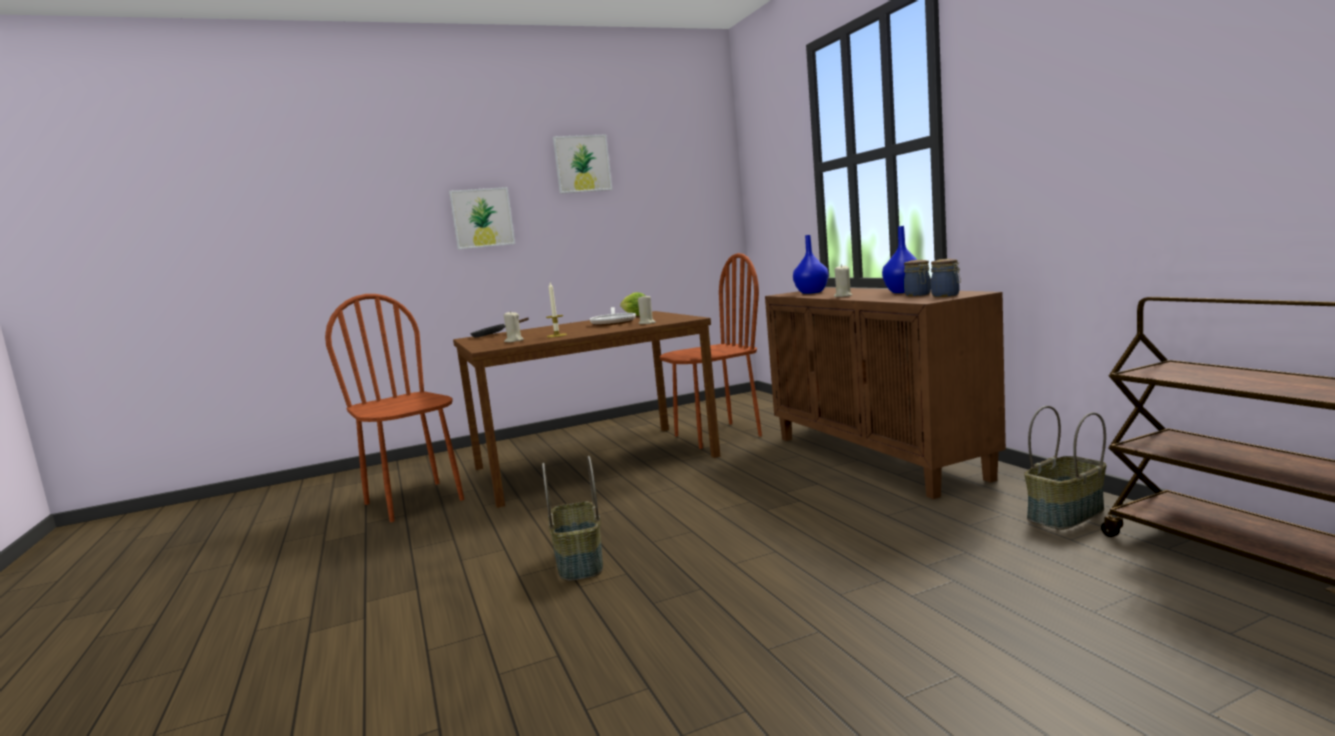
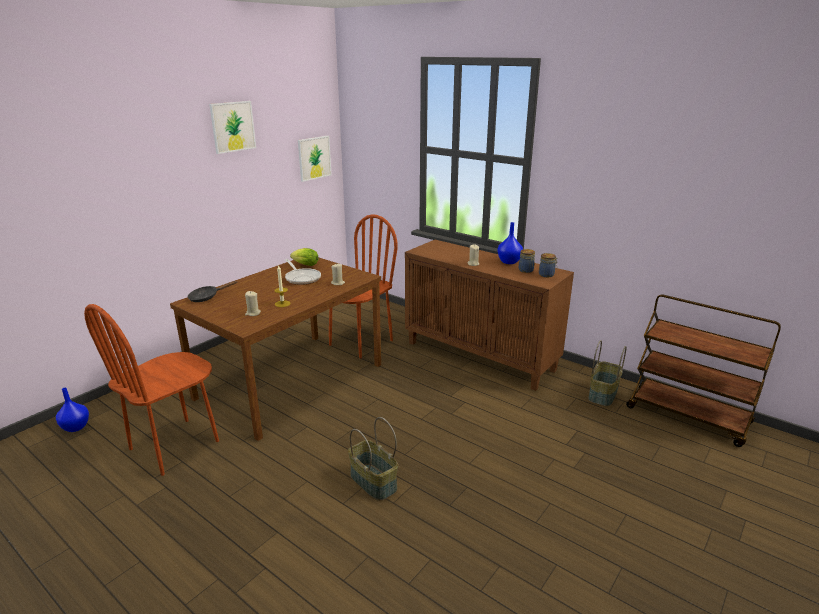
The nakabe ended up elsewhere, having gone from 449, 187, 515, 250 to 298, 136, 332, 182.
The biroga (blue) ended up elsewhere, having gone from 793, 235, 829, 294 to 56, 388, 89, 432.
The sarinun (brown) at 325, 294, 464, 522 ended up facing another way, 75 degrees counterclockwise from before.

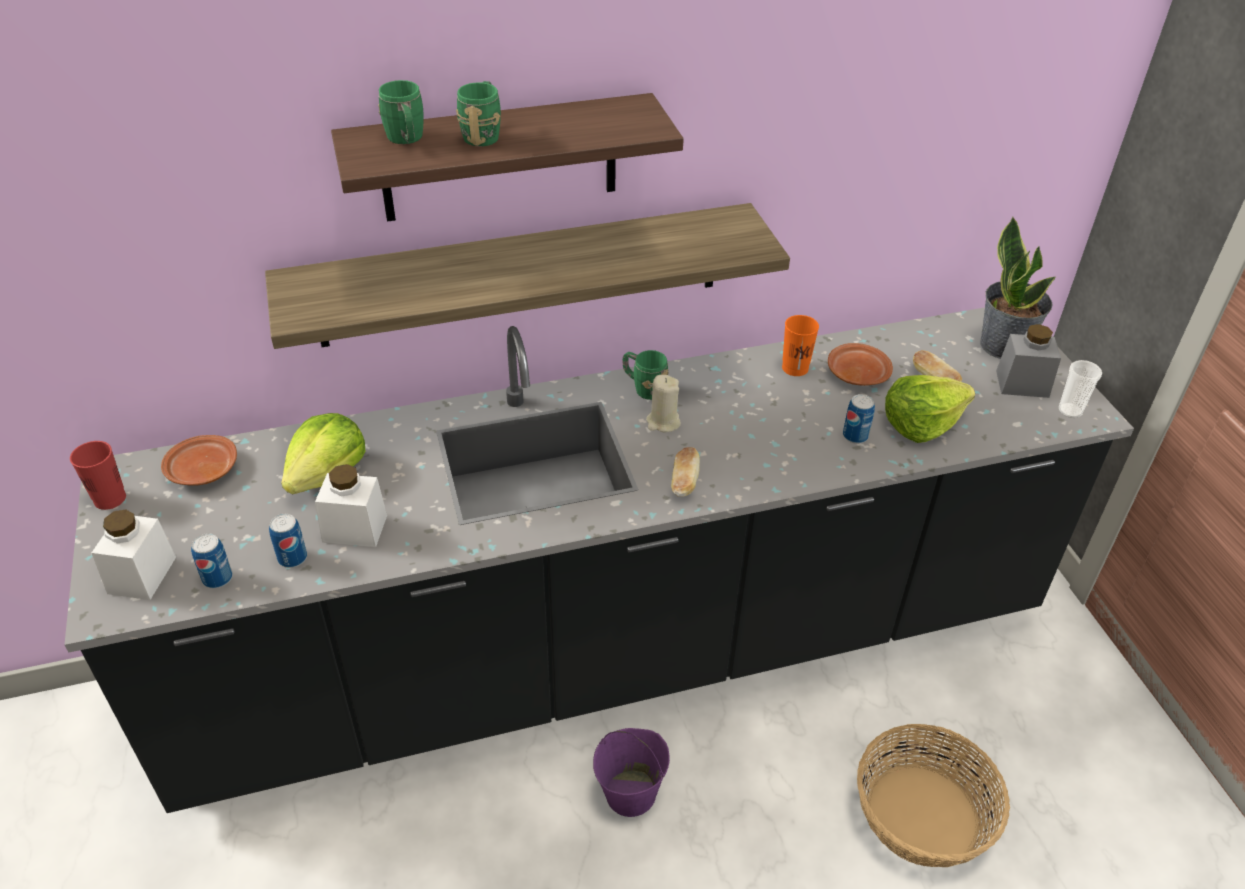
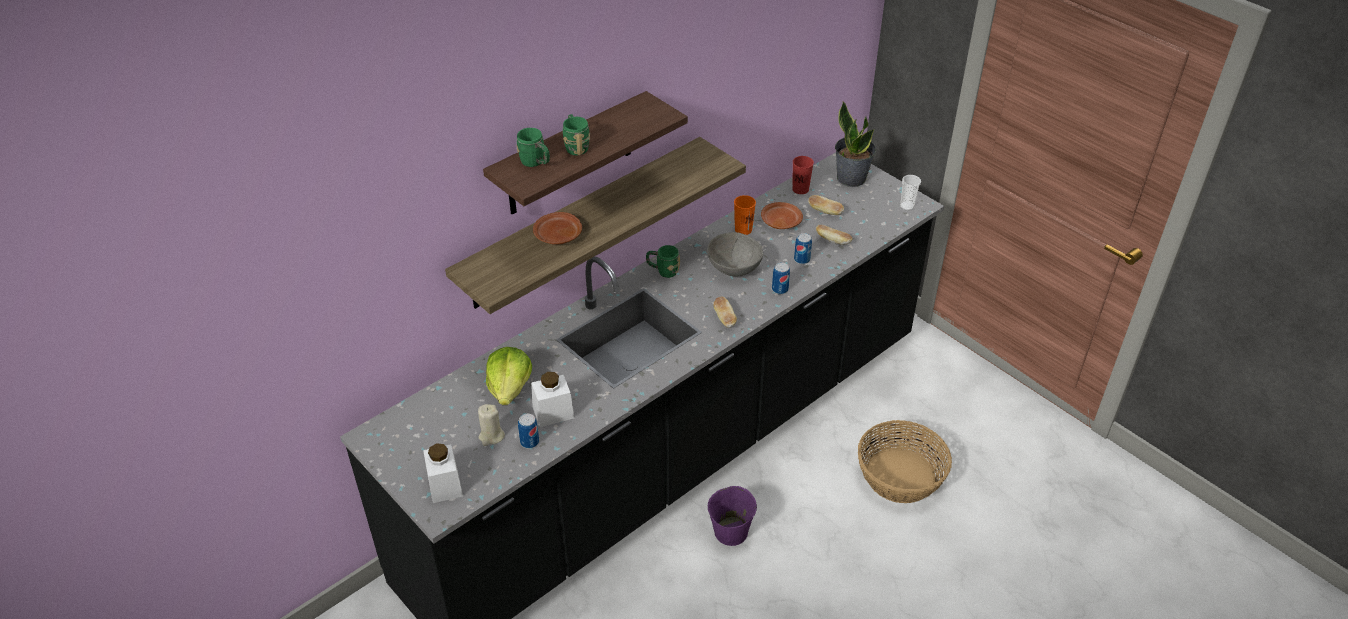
The second view lost the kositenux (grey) at 996, 324, 1061, 398.
The second view gained the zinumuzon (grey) at 707, 232, 763, 276.
The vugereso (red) ended up elsewhere, having gone from 70, 441, 126, 510 to 792, 156, 814, 194.
The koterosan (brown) ended up elsewhere, having gone from 161, 435, 237, 486 to 533, 212, 582, 245.
The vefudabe ended up elsewhere, having gone from 191, 533, 233, 588 to 772, 263, 790, 294.
The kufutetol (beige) ended up elsewhere, having gone from 646, 375, 681, 433 to 478, 404, 505, 446.
Where the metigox stood at 885, 375, 975, 443, the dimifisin came to stand at 816, 225, 852, 245.

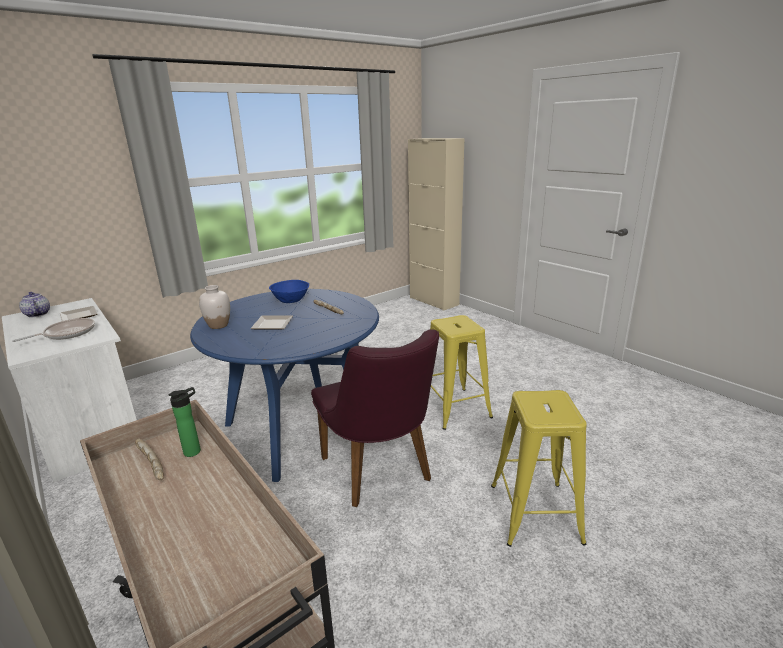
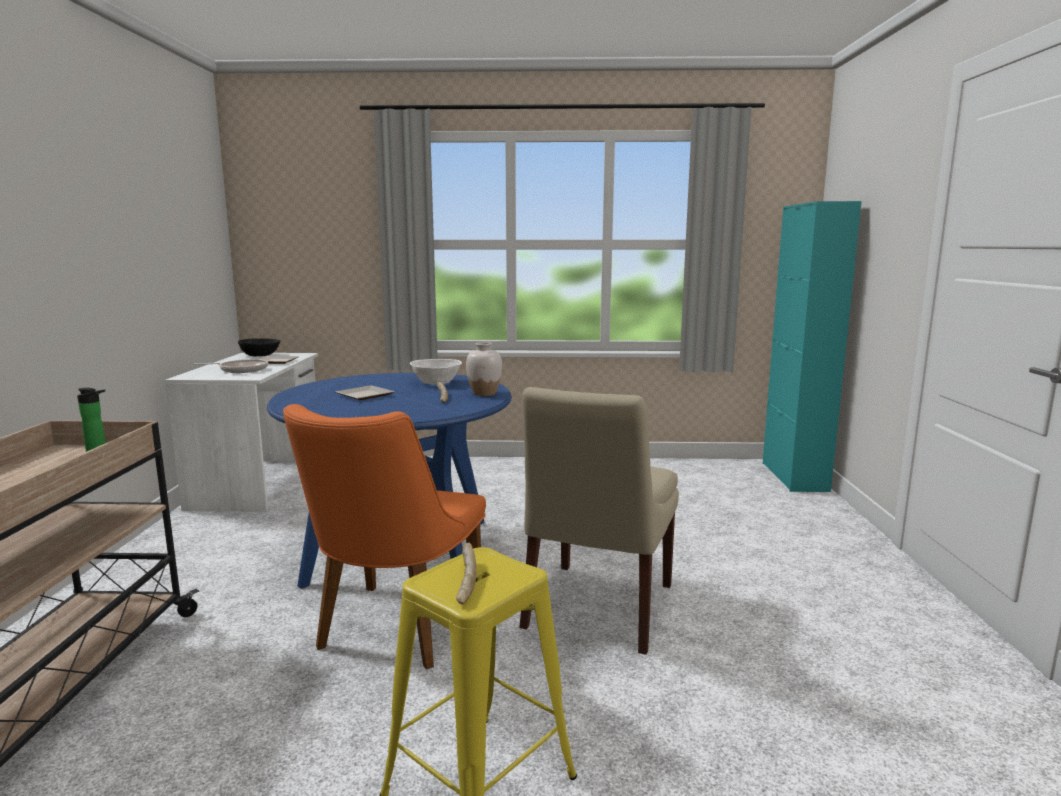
The dimifisin ended up elsewhere, having gone from 135, 439, 164, 480 to 456, 543, 476, 604.
The biroga (white) ended up elsewhere, having gone from 199, 285, 230, 329 to 466, 342, 502, 396.
Where the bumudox stood at 19, 292, 50, 317, the zinumuzon (black) came to stand at 238, 338, 280, 356.
Where the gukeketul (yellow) stood at 430, 315, 493, 430, the sarinun (beige) came to stand at 519, 387, 679, 655.
What was the zinumuzon (blue) at 269, 280, 309, 303 turned into the zinumuzon (white) at 410, 359, 462, 385.
What was the sarinun (purple) at 311, 329, 439, 507 turned into the sarinun (orange) at 283, 404, 486, 669.
What was the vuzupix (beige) at 408, 138, 464, 311 turned into the vuzupix (turquoise) at 763, 201, 862, 492.

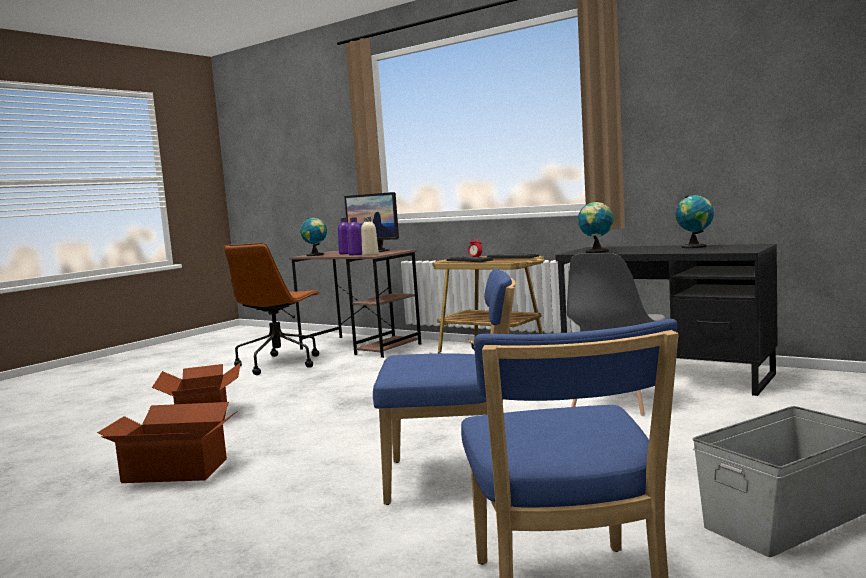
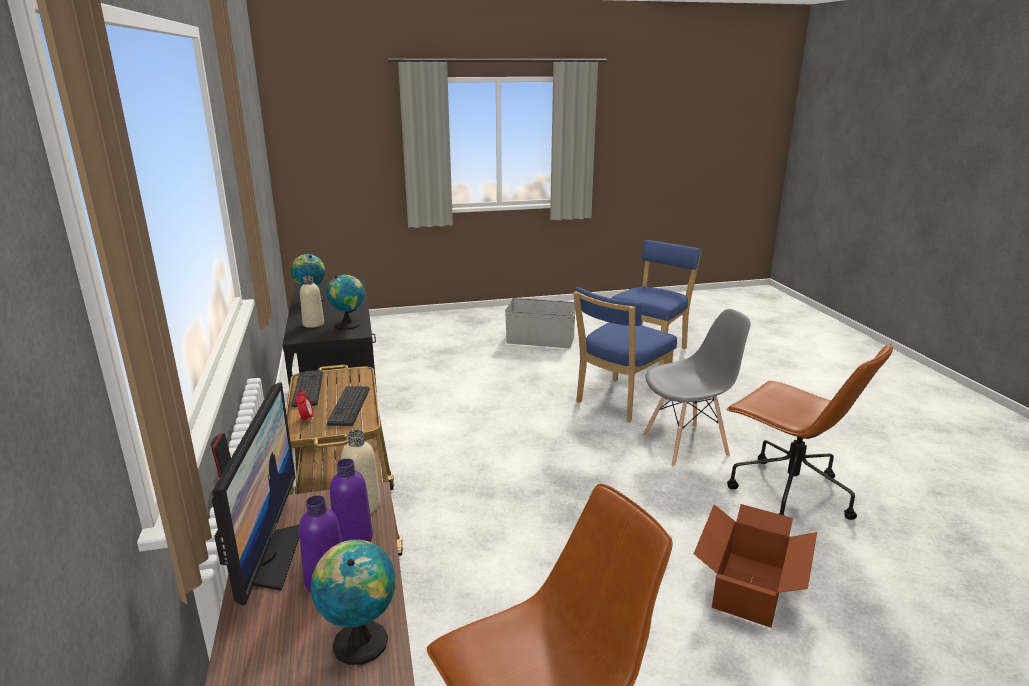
The second view gained the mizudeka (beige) at 300, 276, 324, 328.
The sarinun (grey) ended up elsewhere, having gone from 567, 253, 666, 416 to 643, 309, 751, 467.
Where the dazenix stood at 97, 402, 238, 483, the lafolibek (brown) came to stand at 726, 344, 893, 520.
The sarinun (blue) at 373, 269, 516, 505 ended up facing another way, 90 degrees counterclockwise from before.

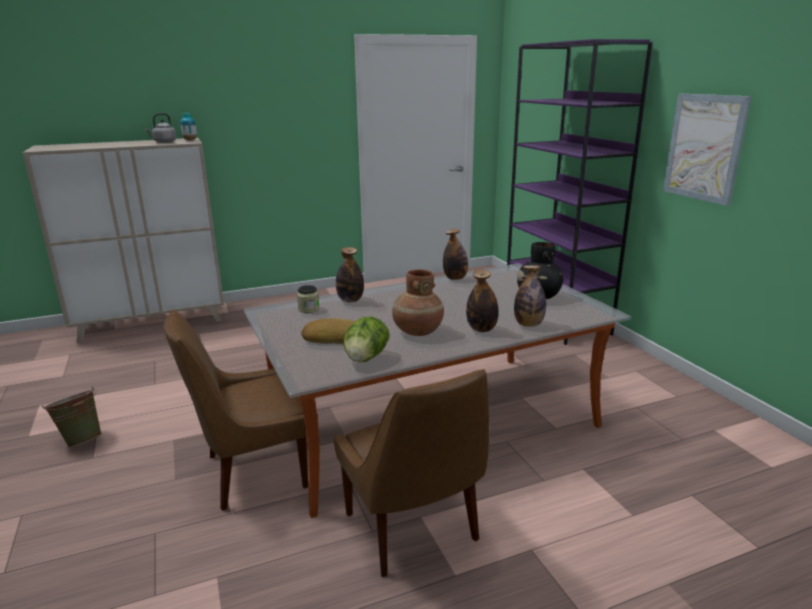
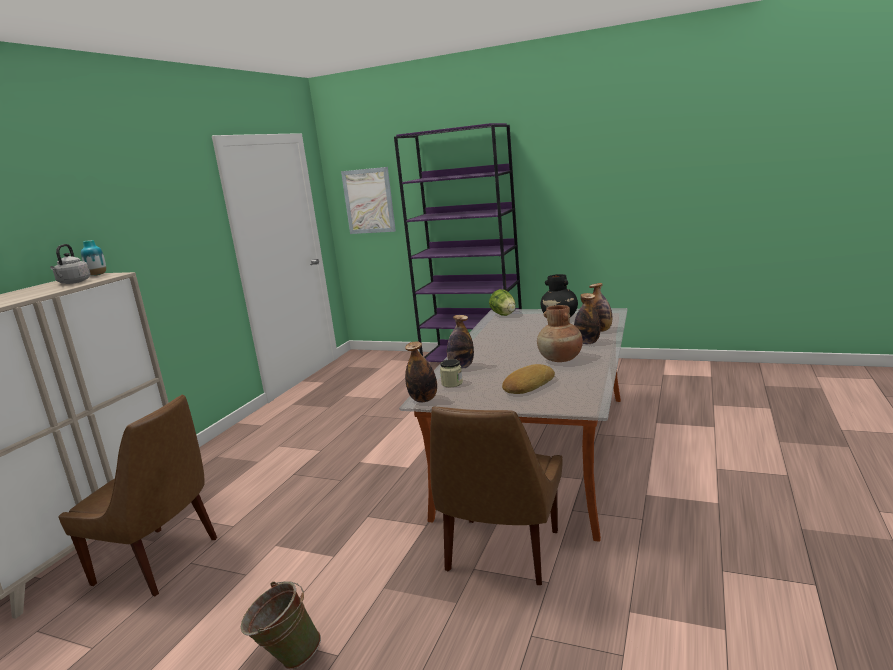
The sarinun (brown) ended up elsewhere, having gone from 333, 369, 489, 577 to 58, 395, 217, 597.
The metigox ended up elsewhere, having gone from 344, 316, 390, 362 to 489, 289, 516, 316.
The mizudeka ended up elsewhere, having gone from 443, 229, 468, 280 to 405, 341, 437, 403.
The nakabe ended up elsewhere, having gone from 663, 94, 751, 206 to 341, 167, 396, 234.

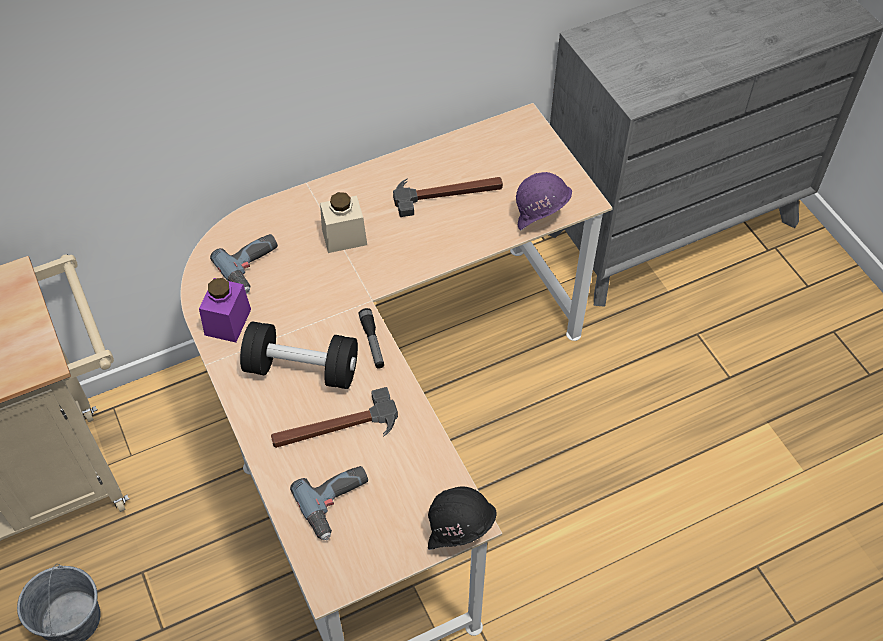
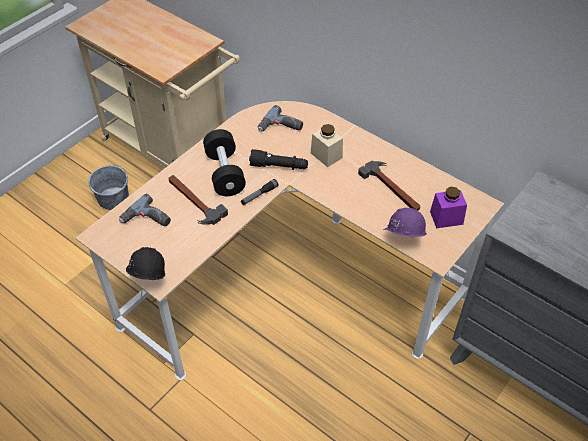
The second view gained the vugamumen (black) at 249, 149, 308, 170.
The kositenux (purple) ended up elsewhere, having gone from 199, 278, 251, 343 to 430, 187, 467, 228.

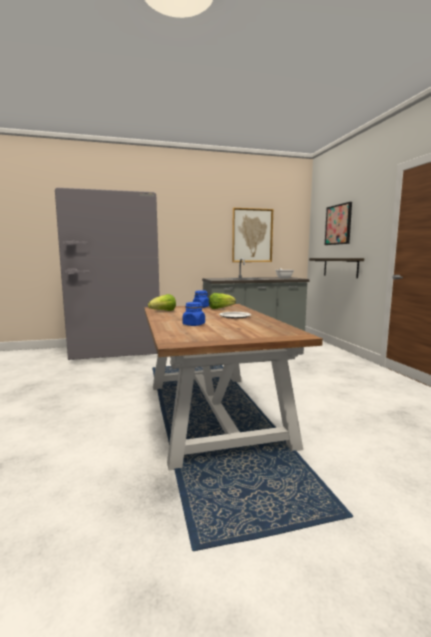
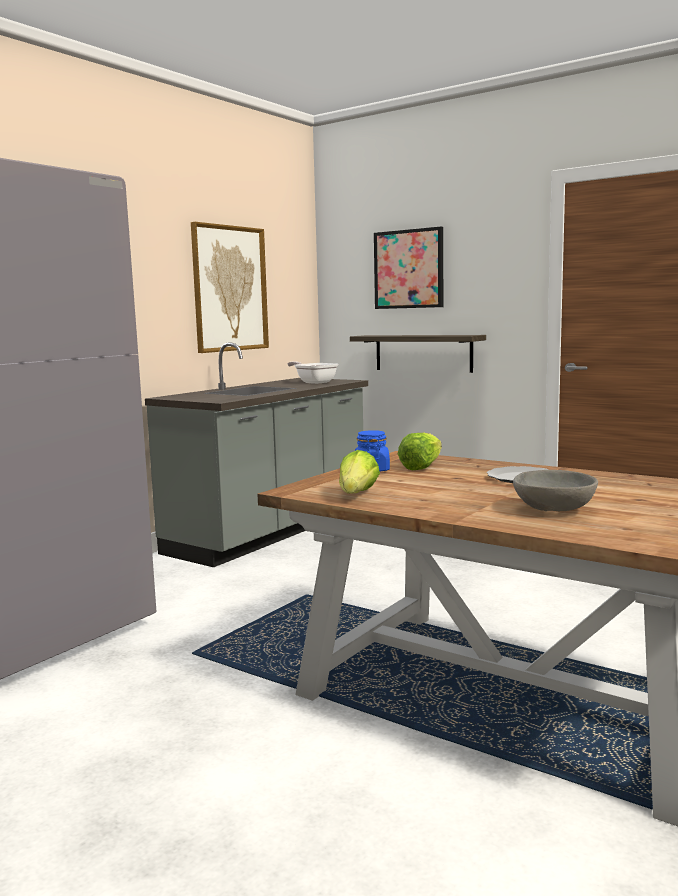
Where the kositenux (blue) stood at 182, 302, 205, 326, the zinumuzon (grey) came to stand at 513, 470, 598, 511.

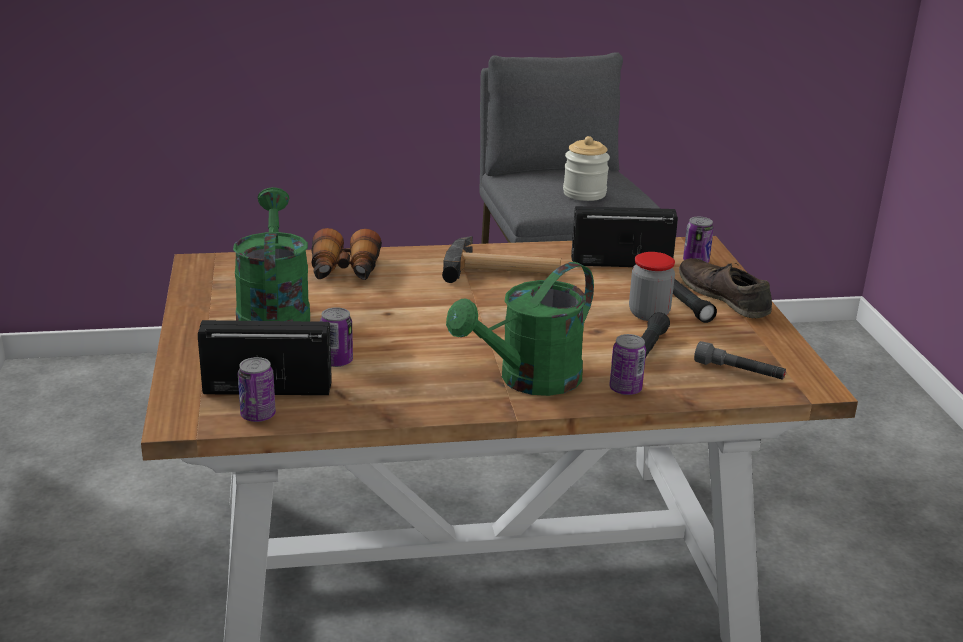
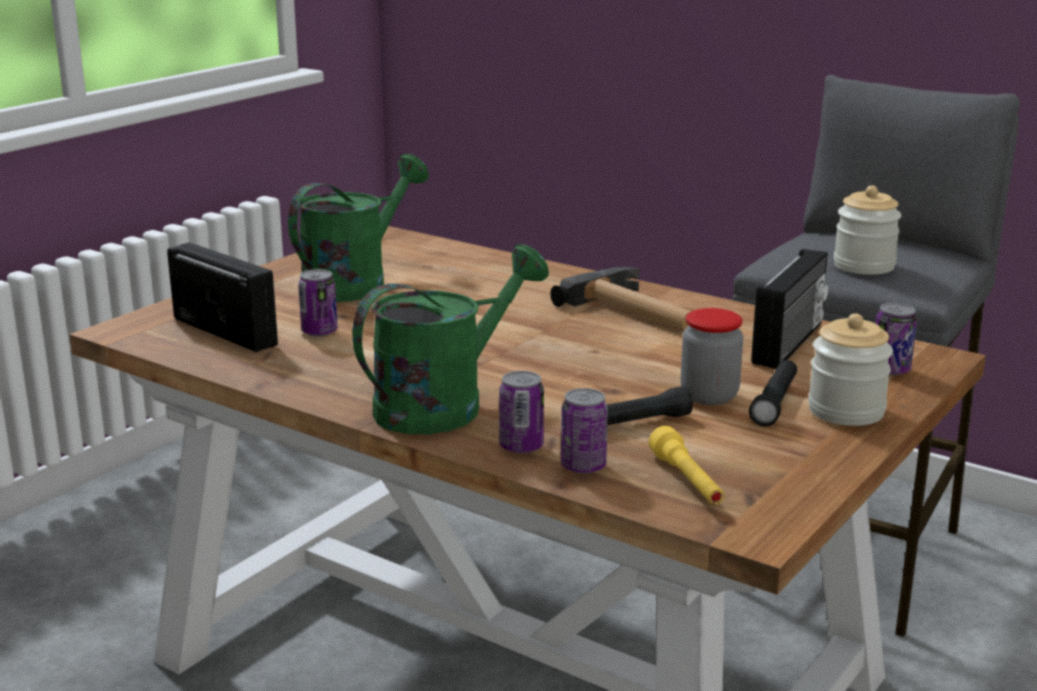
The second view lost the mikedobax at 311, 228, 382, 280.
The vefudabe ended up elsewhere, having gone from 238, 357, 276, 422 to 561, 388, 608, 474.
Where the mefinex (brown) stood at 679, 258, 772, 318, the kositenux came to stand at 808, 313, 893, 426.
What was the vugamumen (grey) at 694, 341, 786, 380 turned into the vugamumen (yellow) at 649, 426, 724, 505.
The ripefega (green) at 446, 262, 594, 396 ended up facing another way, 135 degrees clockwise from before.
The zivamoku at 571, 206, 678, 267 ended up facing another way, 75 degrees clockwise from before.

